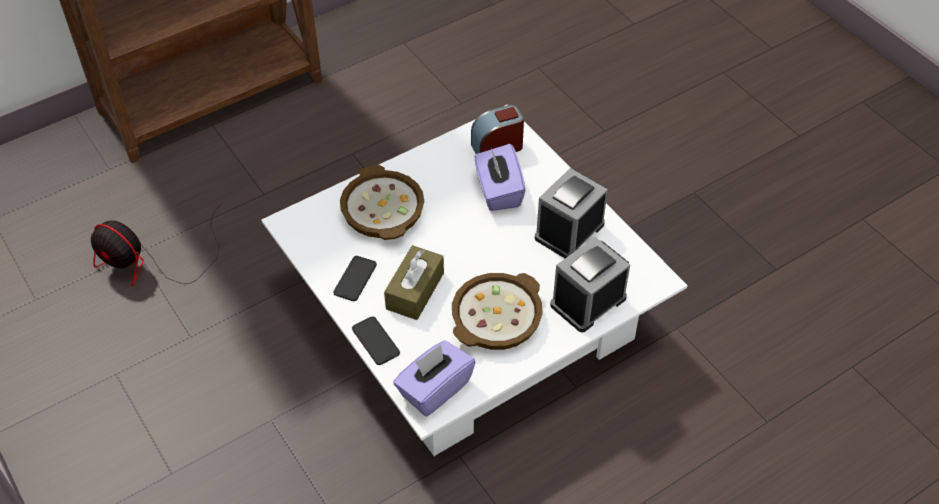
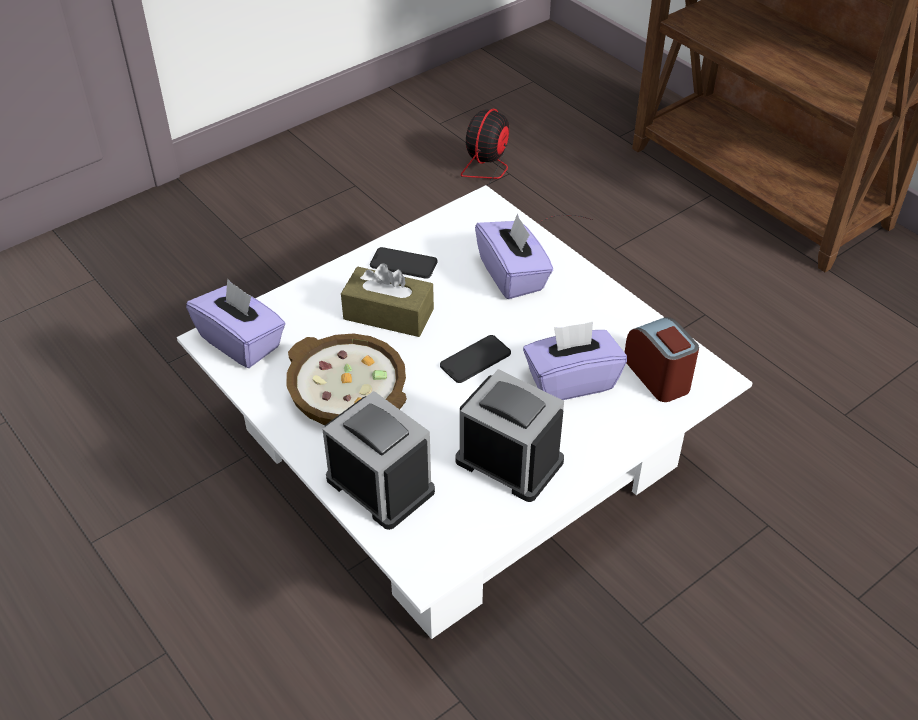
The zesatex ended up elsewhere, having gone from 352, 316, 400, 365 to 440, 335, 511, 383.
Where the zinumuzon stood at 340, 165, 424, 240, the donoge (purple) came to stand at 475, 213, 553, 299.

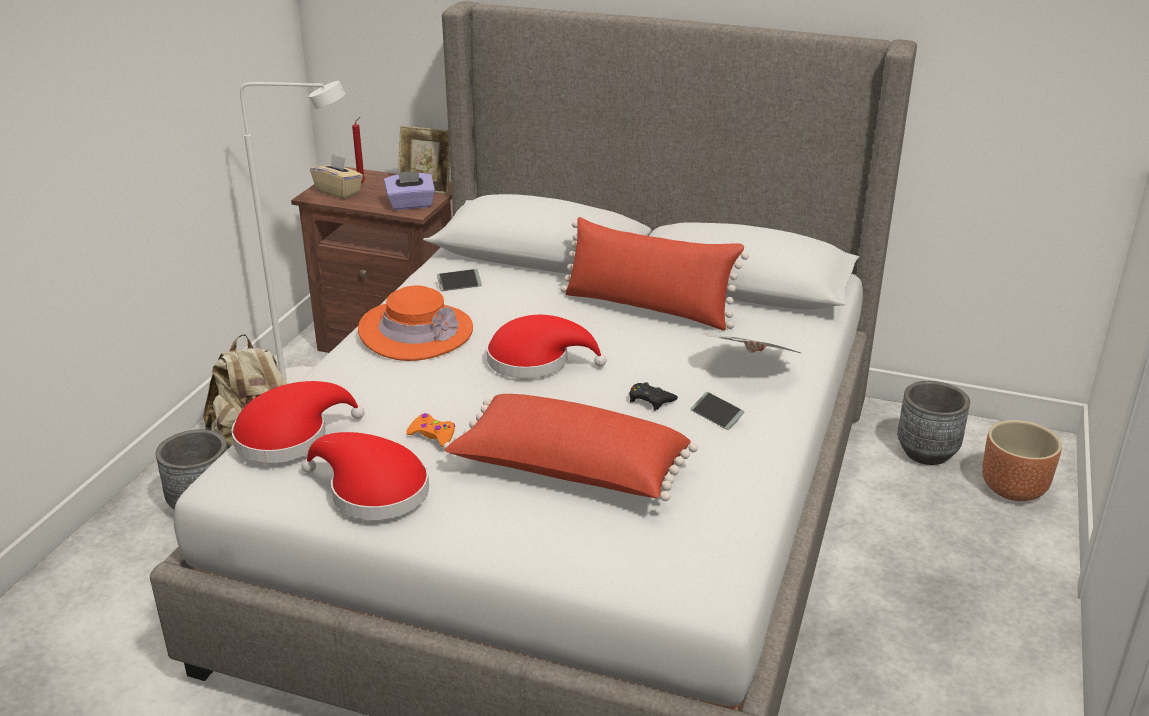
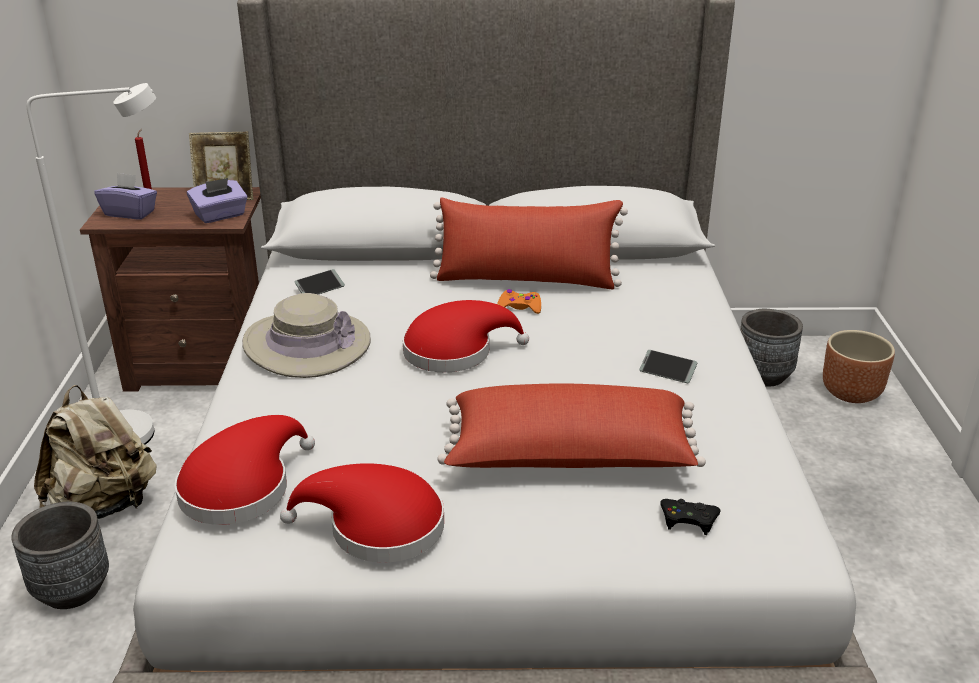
The second view lost the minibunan at 703, 333, 800, 353.
The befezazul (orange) ended up elsewhere, having gone from 406, 413, 455, 447 to 497, 289, 541, 314.
The befezazul (black) ended up elsewhere, having gone from 630, 382, 678, 411 to 660, 499, 721, 535.
What was the donoge (beige) at 310, 154, 363, 199 turned into the donoge (purple) at 94, 173, 157, 220.
What was the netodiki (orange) at 358, 285, 473, 361 turned into the netodiki (beige) at 242, 293, 371, 378.

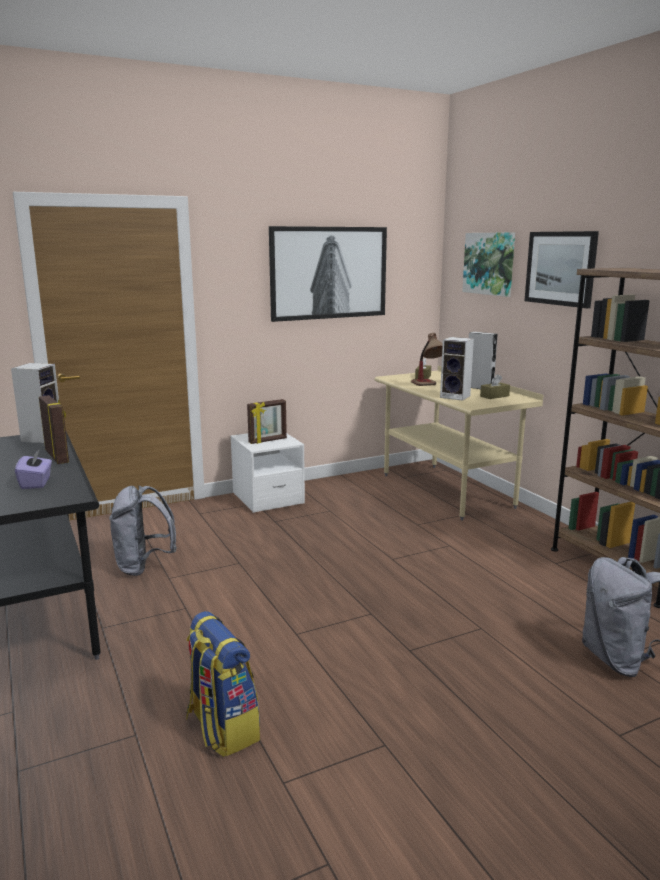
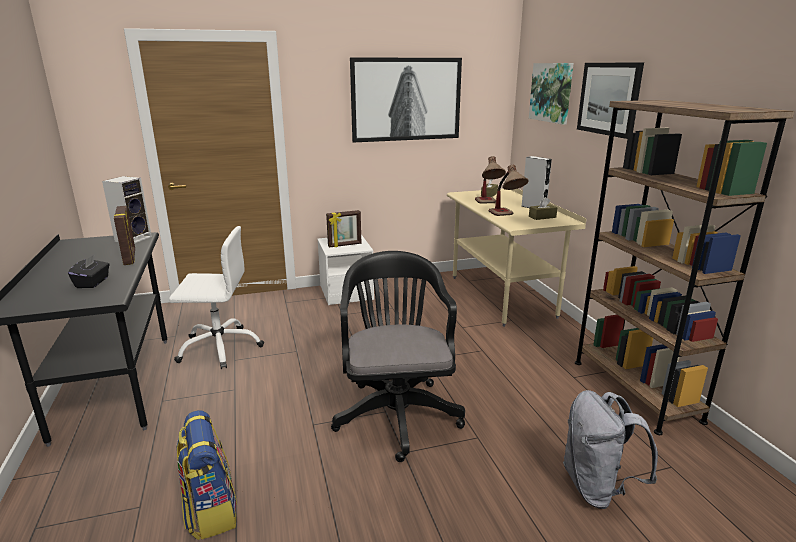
The second view gained the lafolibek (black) at 331, 251, 465, 462.
Where the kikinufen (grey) stood at 109, 485, 177, 576, the lafolibek (white) came to stand at 169, 226, 264, 369.
Where the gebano stood at 440, 337, 474, 401, the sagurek came to stand at 489, 165, 529, 216.
What was the donoge (purple) at 15, 449, 52, 489 turned into the donoge (black) at 68, 255, 110, 288.

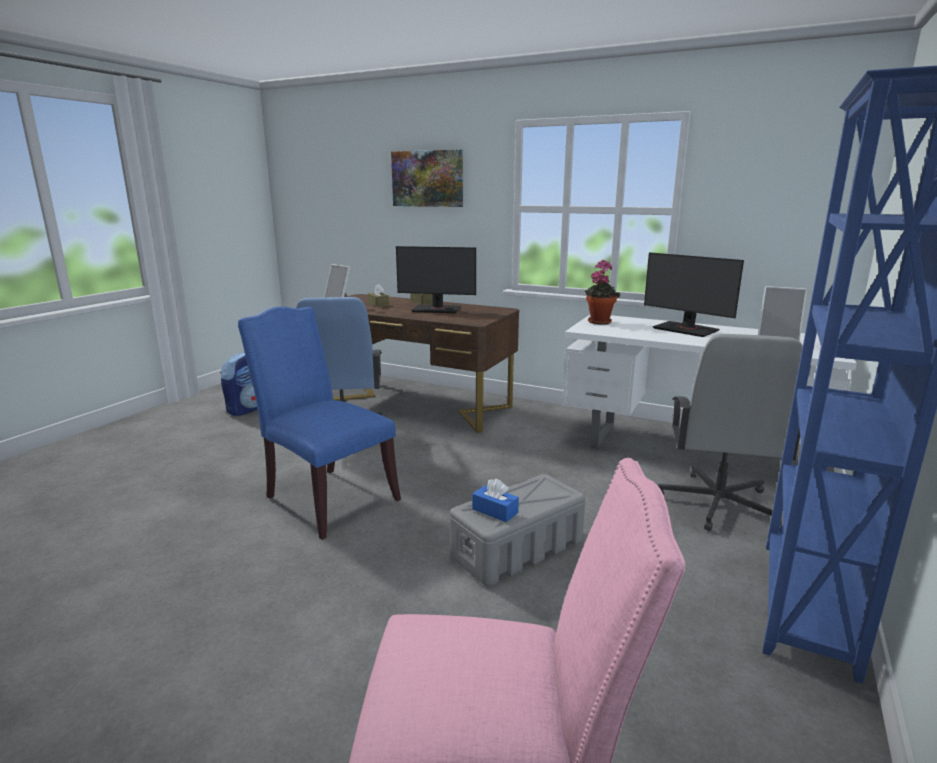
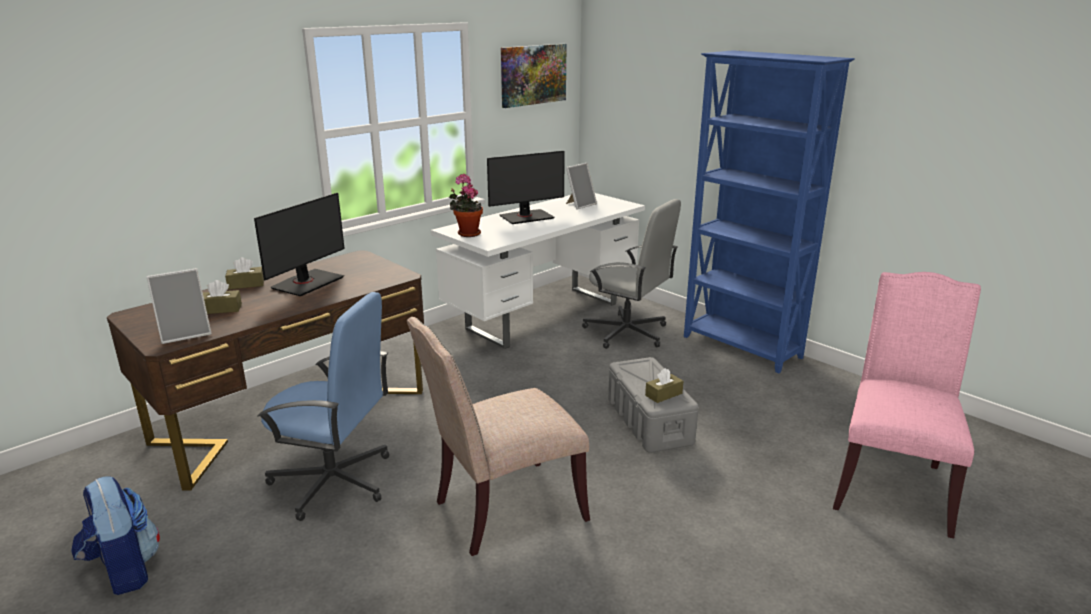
The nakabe ended up elsewhere, having gone from 391, 150, 463, 207 to 501, 44, 567, 108.
What was the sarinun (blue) at 238, 306, 401, 540 turned into the sarinun (beige) at 407, 317, 590, 556.
What was the donoge (blue) at 472, 479, 519, 522 turned into the donoge (brown) at 645, 368, 683, 403.

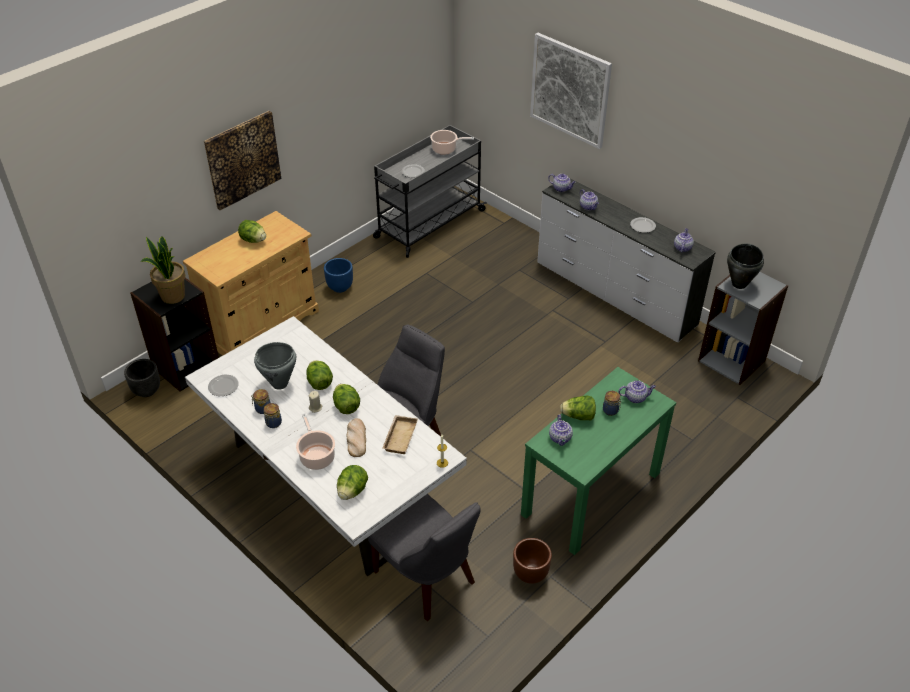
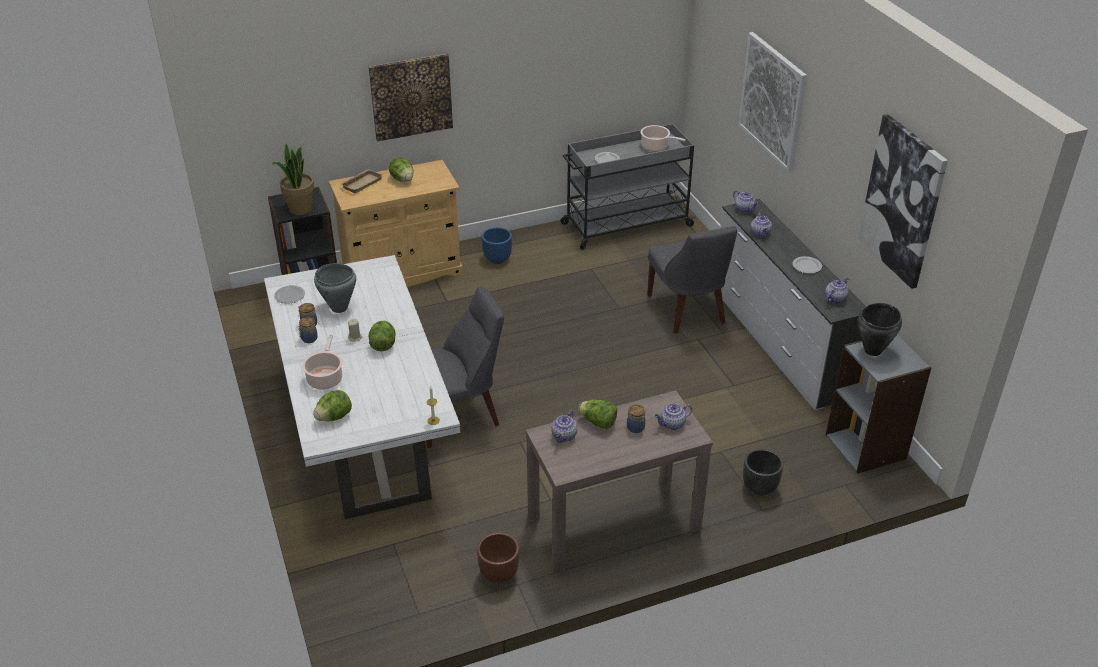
The second view lost the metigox at 306, 360, 333, 390.
The second view lost the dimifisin at 347, 418, 366, 457.
The second view gained the nakabe at 858, 114, 948, 289.
The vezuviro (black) ended up elsewhere, having gone from 124, 359, 160, 397 to 743, 449, 784, 496.
The sarinun (grey) ended up elsewhere, having gone from 368, 494, 481, 621 to 647, 226, 737, 334.
The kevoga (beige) ended up elsewhere, having gone from 382, 415, 418, 454 to 341, 169, 382, 193.
What was the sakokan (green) at 521, 367, 676, 555 turned into the sakokan (brown) at 526, 391, 713, 574.
The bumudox at 618, 380, 656, 403 ended up facing another way, 135 degrees clockwise from before.

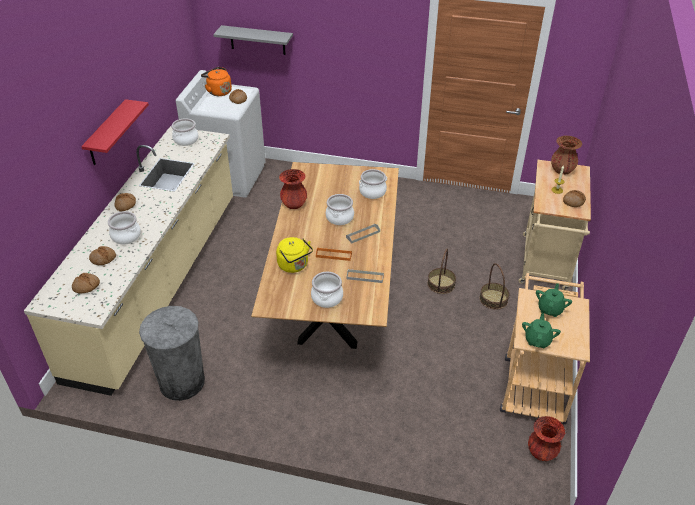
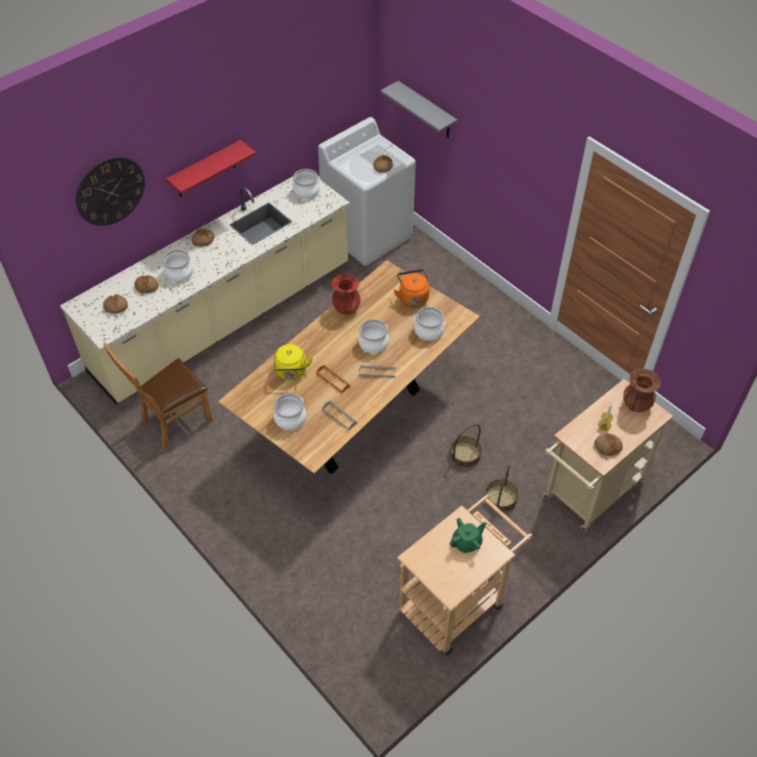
The second view lost the bumudox (green) at 522, 313, 561, 348.
The second view lost the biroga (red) at 528, 416, 565, 461.
The second view gained the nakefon at 76, 157, 145, 226.
The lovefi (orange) ended up elsewhere, having gone from 201, 67, 232, 96 to 394, 269, 430, 307.
Where the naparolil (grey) stood at 139, 306, 205, 401, the sarinun (brown) came to stand at 103, 343, 213, 449.

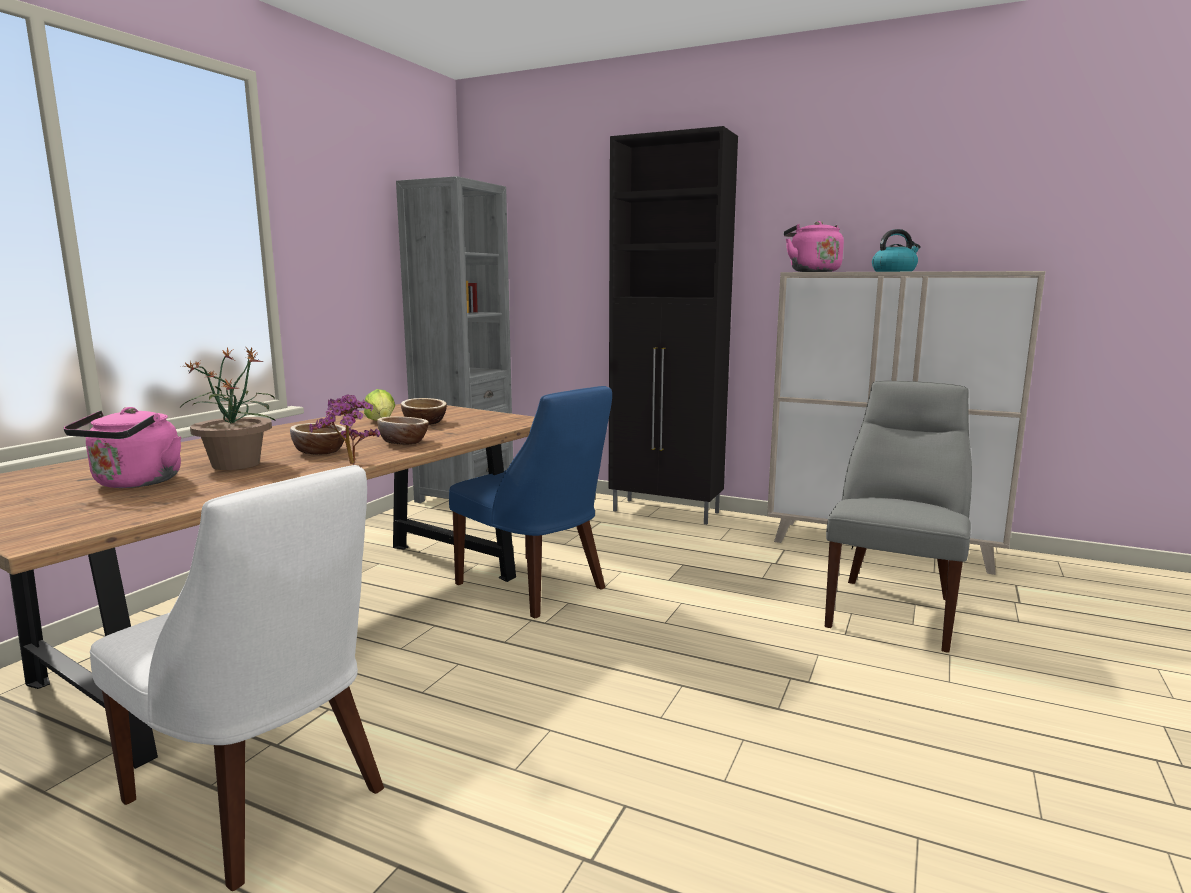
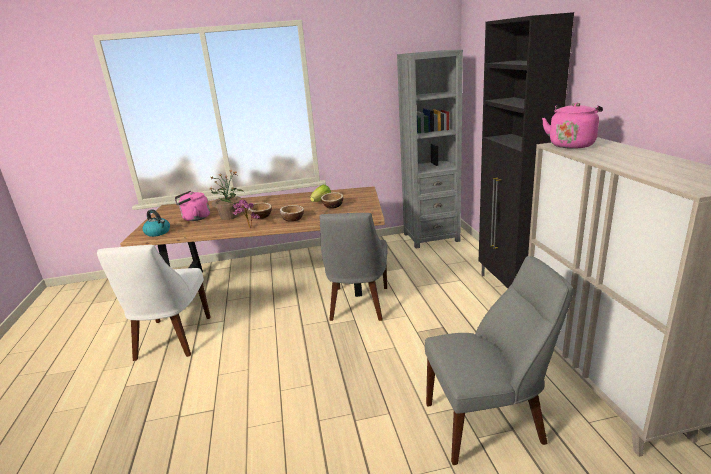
The lovefi ended up elsewhere, having gone from 872, 229, 920, 272 to 143, 209, 170, 237.
What was the sarinun (blue) at 449, 386, 612, 618 turned into the sarinun (grey) at 319, 213, 388, 321.

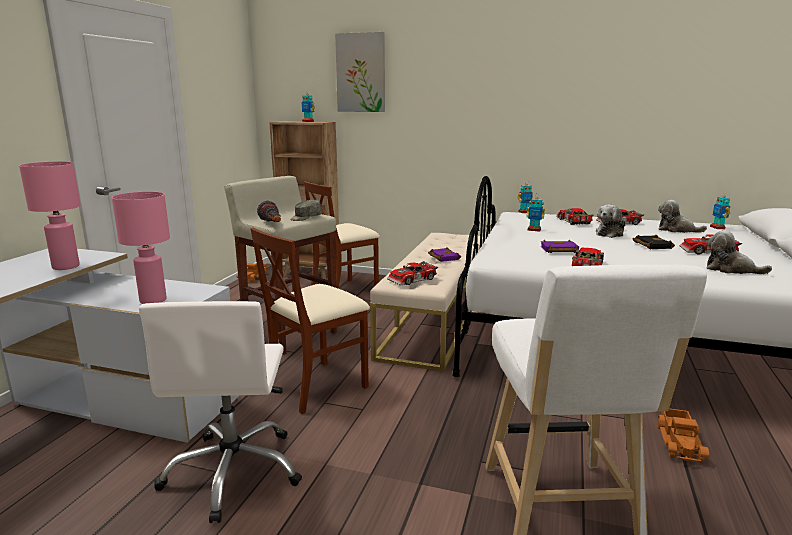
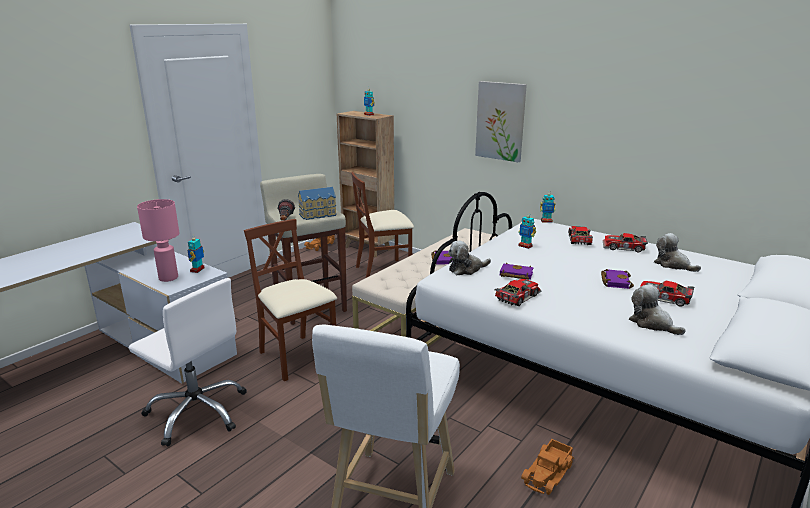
The second view lost the sagurek (pink) at 19, 161, 81, 270.
The second view lost the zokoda at 387, 261, 438, 286.
The nakabe ended up elsewhere, having gone from 335, 32, 385, 112 to 475, 81, 527, 162.
The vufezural ended up elsewhere, having gone from 596, 205, 626, 238 to 448, 241, 491, 275.
The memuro ended up elsewhere, having gone from 710, 192, 730, 229 to 187, 236, 205, 273.
Where the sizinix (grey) stood at 290, 200, 322, 221, the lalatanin came to stand at 298, 187, 337, 220.
What was the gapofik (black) at 633, 235, 675, 250 turned into the gapofik (purple) at 601, 269, 634, 289.
The lafolibek (white) at 139, 301, 302, 523 ended up facing another way, 75 degrees counterclockwise from before.
The sarinun (brown) at 250, 228, 370, 414 ended up facing another way, 75 degrees clockwise from before.

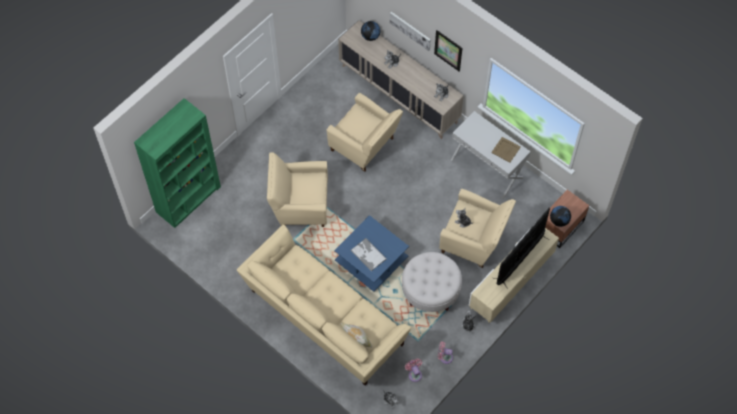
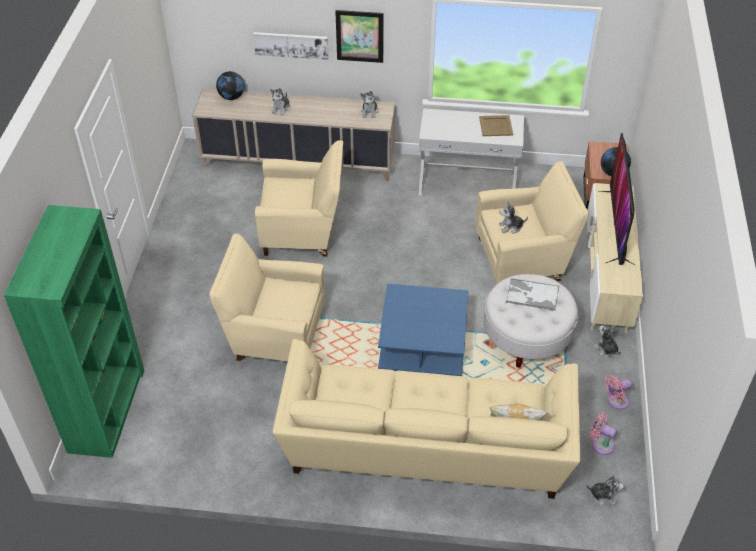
The kevoga ended up elsewhere, having gone from 351, 238, 387, 271 to 506, 278, 559, 311.
The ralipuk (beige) at 267, 152, 328, 227 ended up facing another way, 45 degrees clockwise from before.

